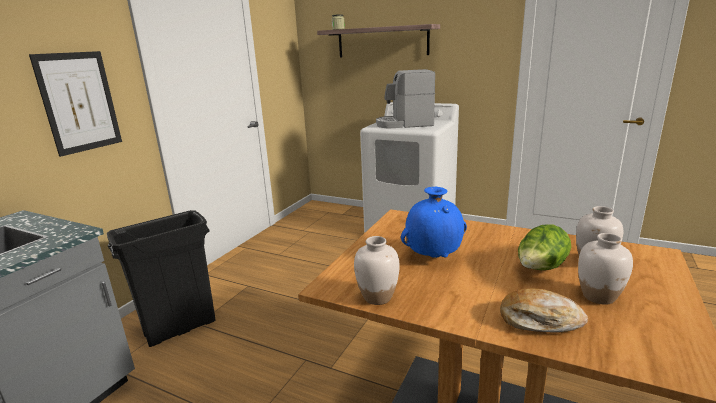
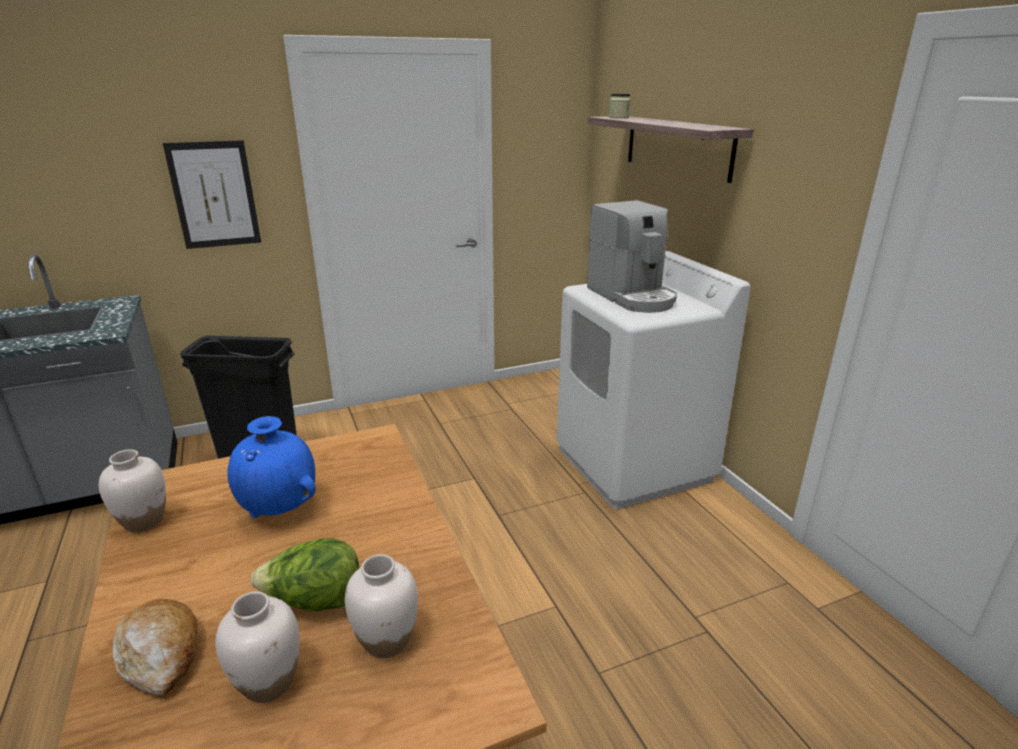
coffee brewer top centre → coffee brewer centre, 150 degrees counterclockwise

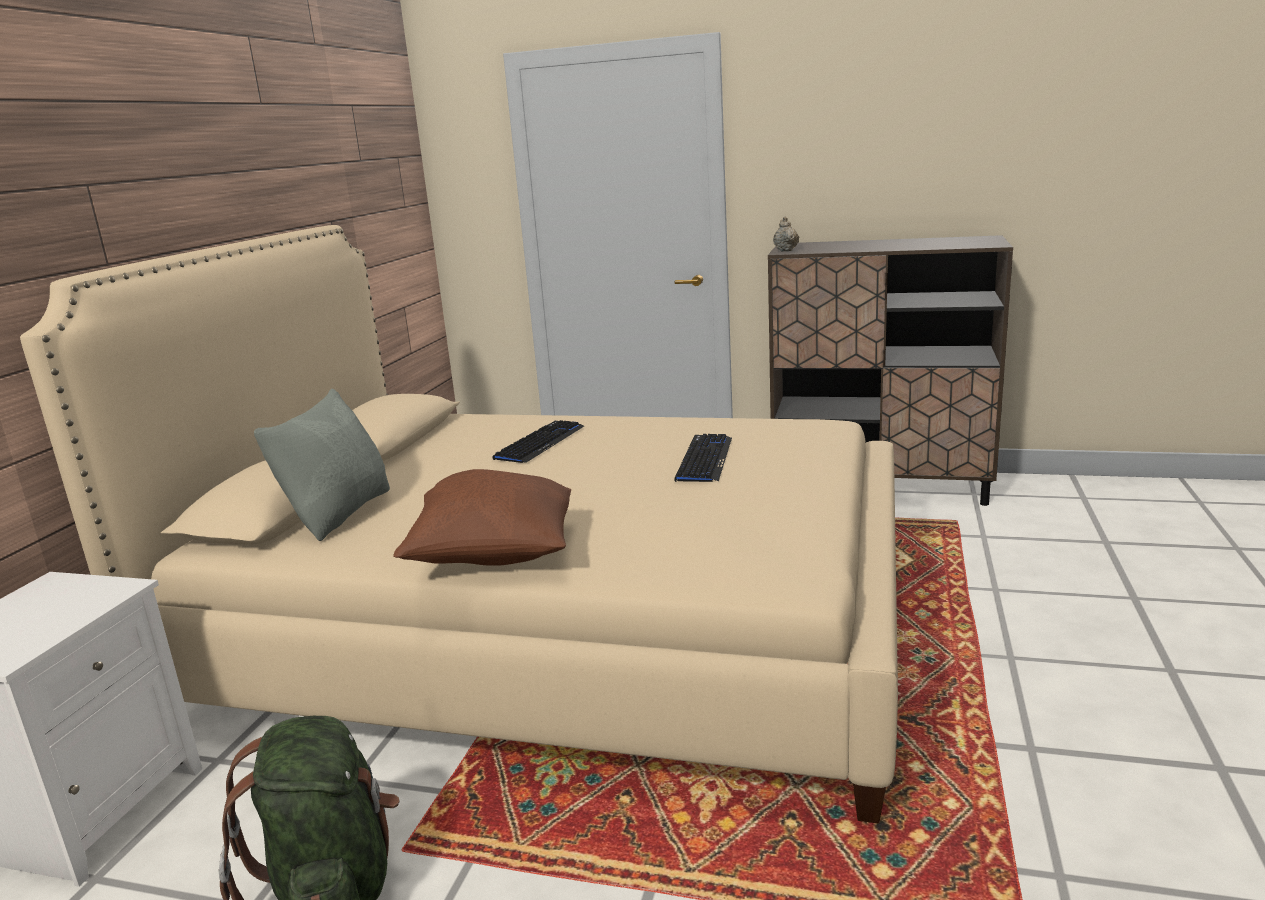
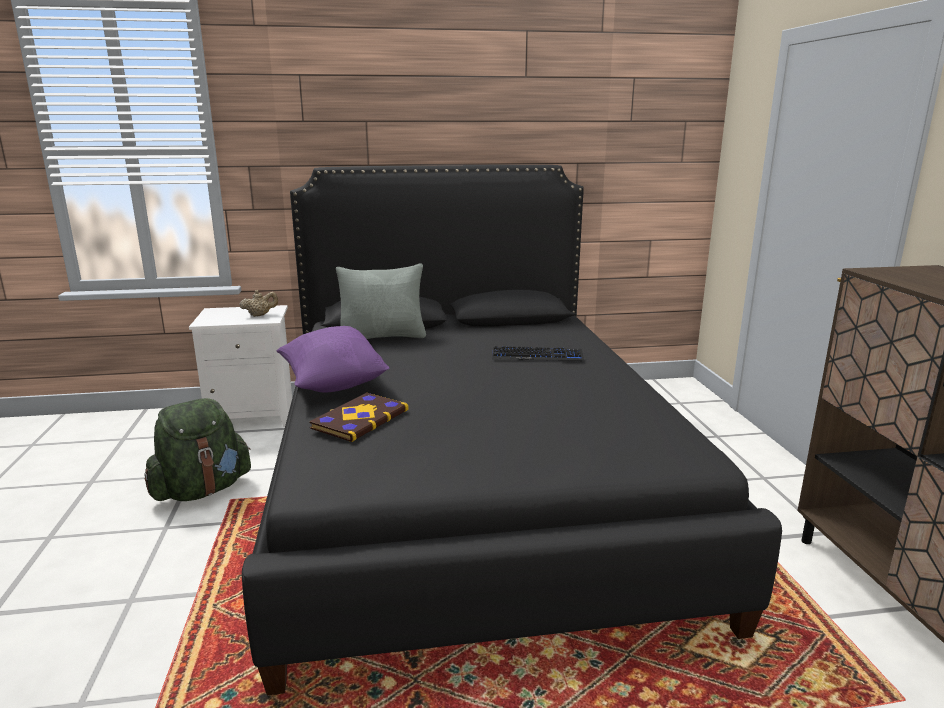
sand-coloured sleeping bed centre → black sleeping bed centre
brown pillow centre → purplish pillow centre
keyboard (2nd from left) centre → -
sand-coloured pot for tea top centre → sand-coloured pot for tea middle left, moved
- → volume centre

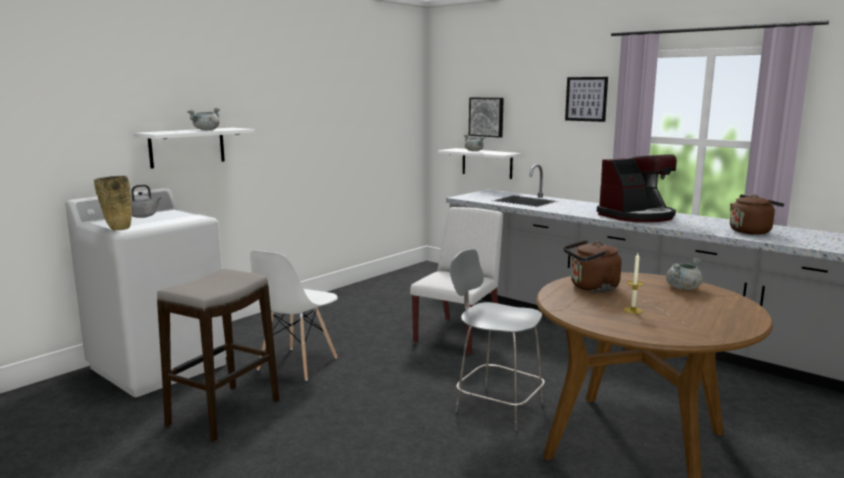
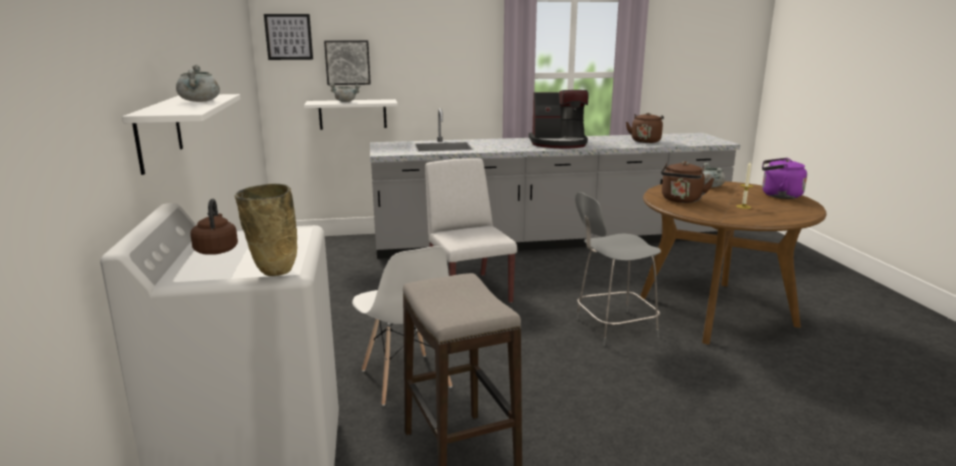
gray tea kettle middle left → brown tea kettle (1st from left) middle left
wall art (2nd from left in the first image) top right → wall art (1st from left) top left, moved
coffee brewer middle right → coffee brewer top centre, 75 degrees clockwise
- → purplish tea kettle middle right

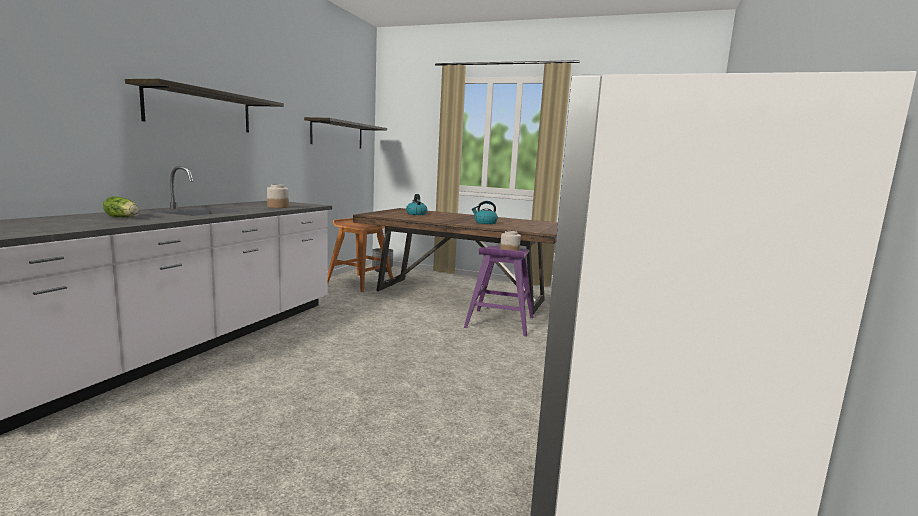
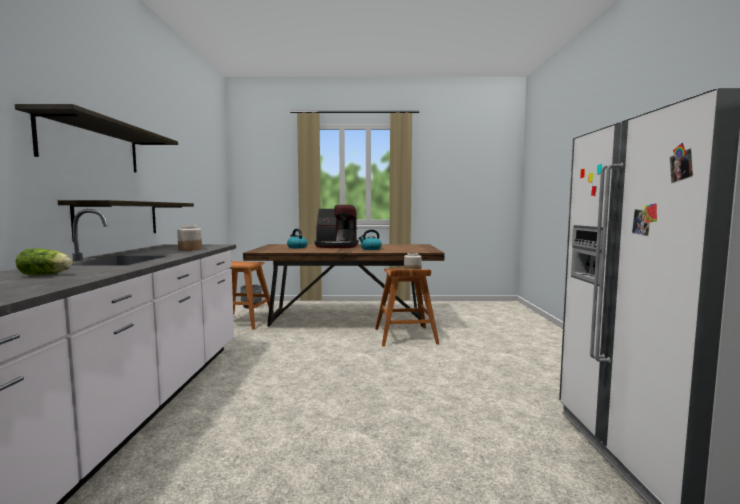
wall shelf (2nd from left) top centre → wall shelf (2nd from left) middle left, moved
purplish sitting stool centre → brown sitting stool (2nd from left) centre
- → coffee brewer centre

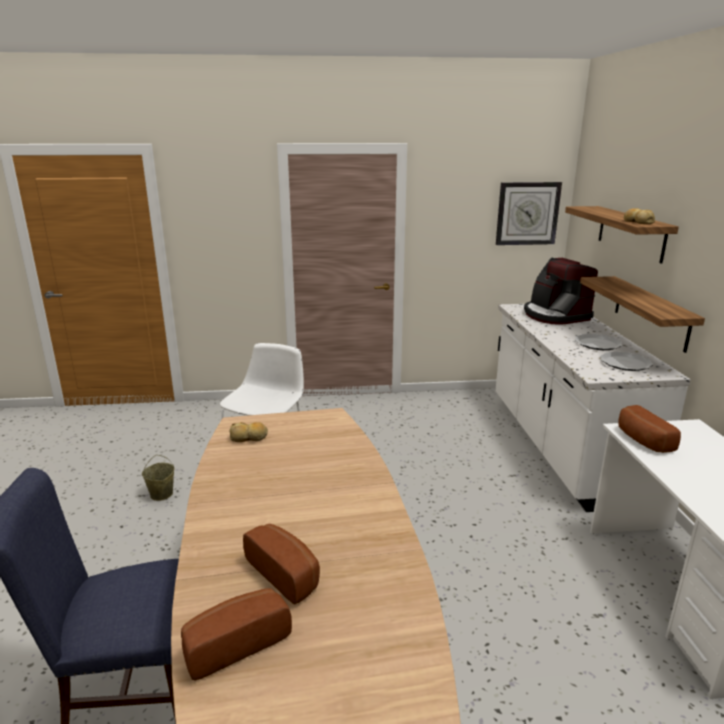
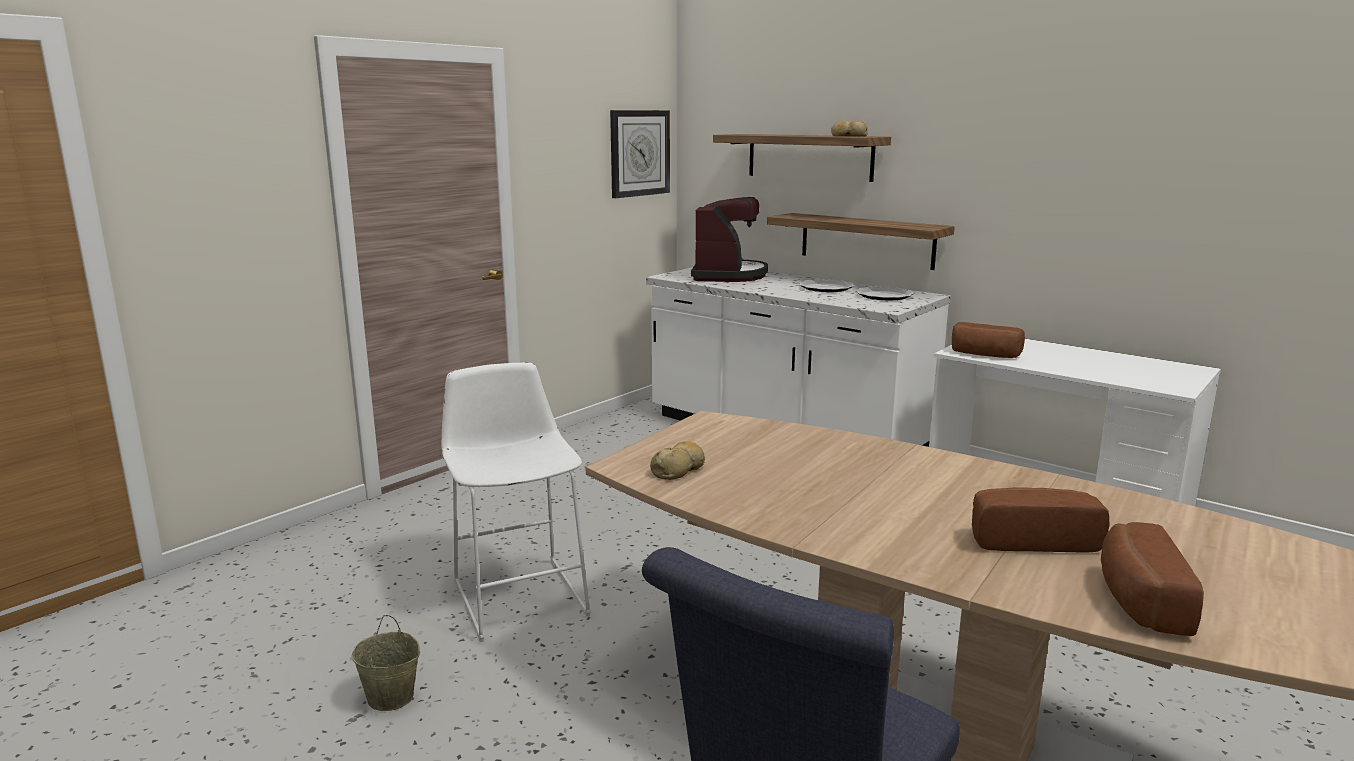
coffee brewer middle right → coffee brewer top centre, 105 degrees counterclockwise

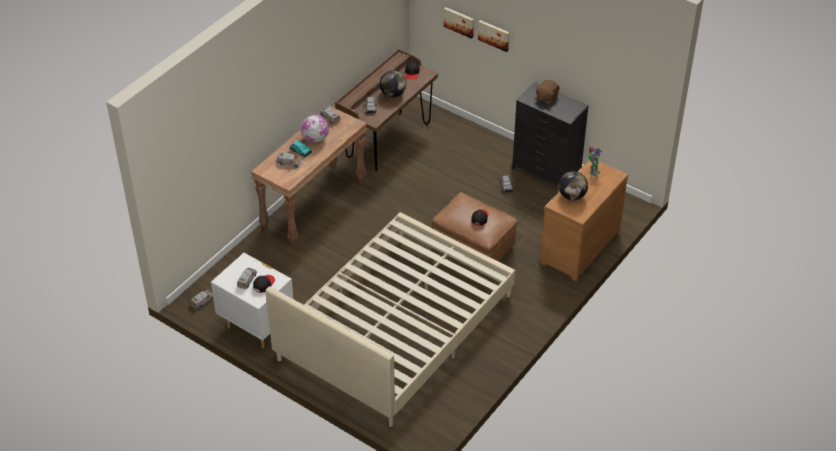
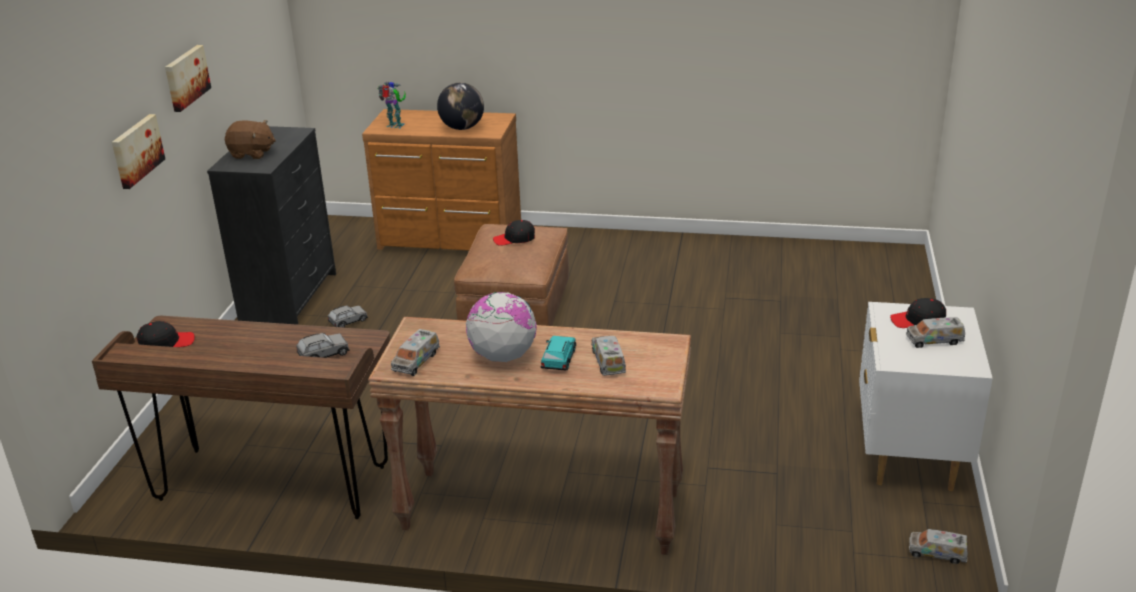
sand-coloured sleeping bed bottom centre → -
globe (2nd from left) top centre → -
wall art (1st from left in the first image) top centre → wall art (2nd from left) top left, moved

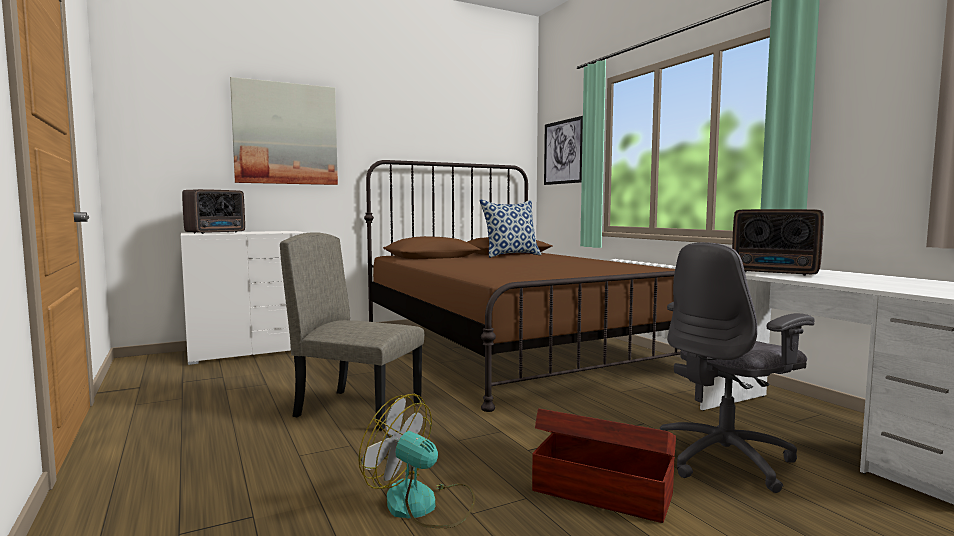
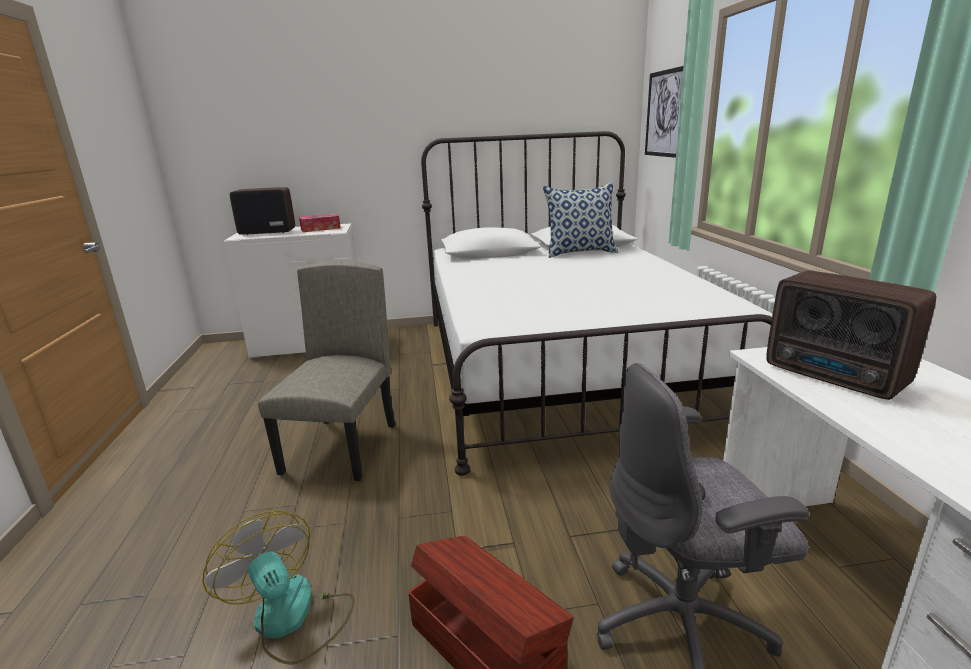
radio (1st from left) middle left → radio (1st from left) top left, 150 degrees counterclockwise
wall art (1st from left) top left → -
sand-coloured upright chair centre, 60 degrees clockwise
brown sleeping bed centre → white-coloured sleeping bed centre
- → box of tissues middle left

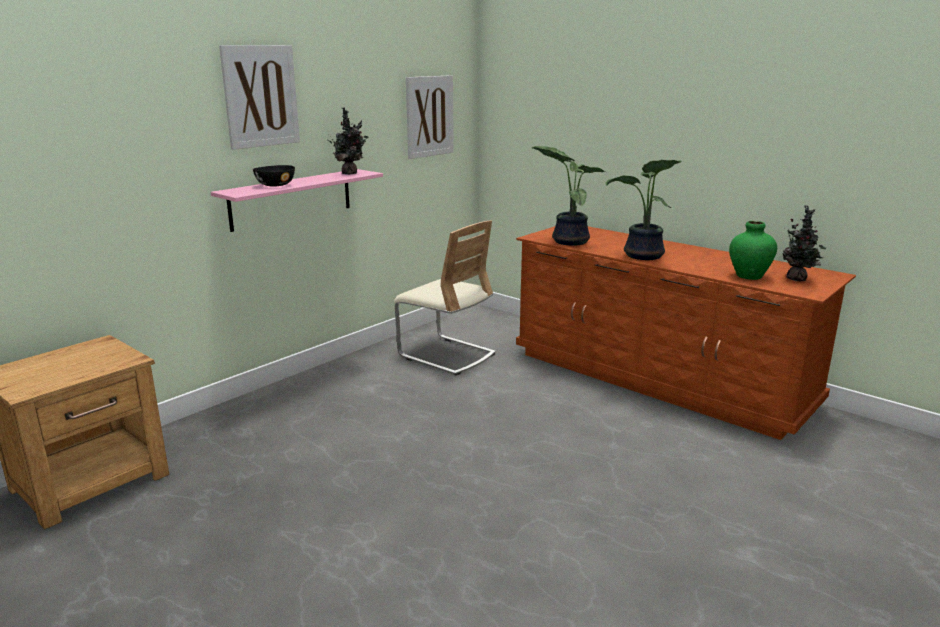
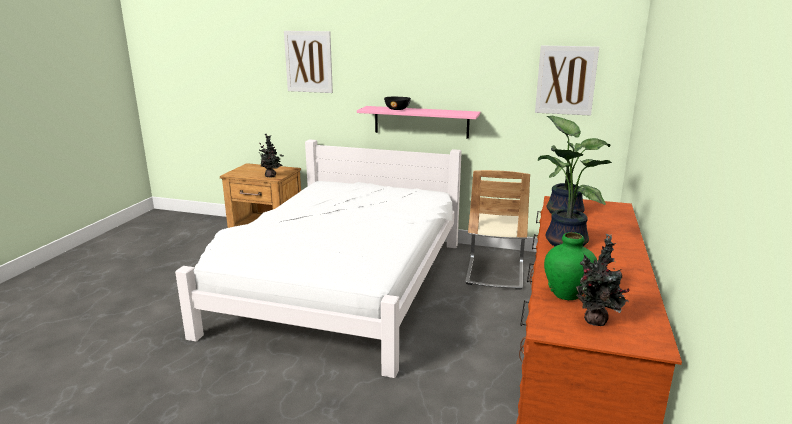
wall art (1st from left) top left → wall art (1st from left) top centre, moved
potted plant (1st from left) top centre → potted plant (1st from left) centre, moved
- → white-coloured sleeping bed centre

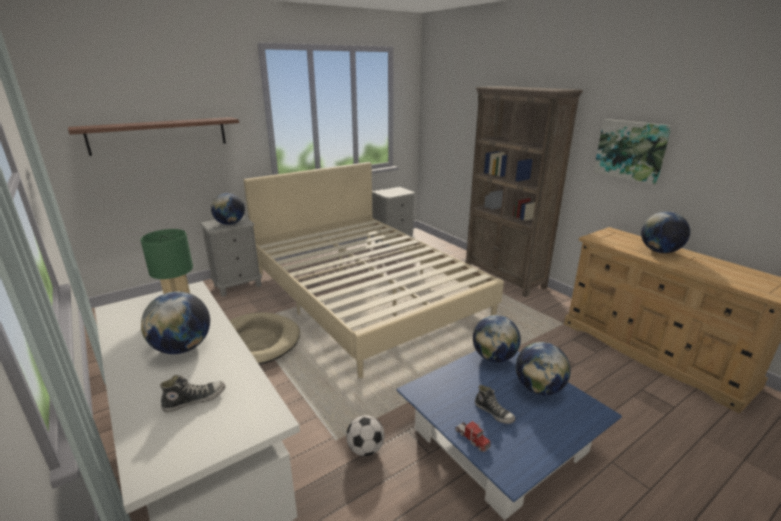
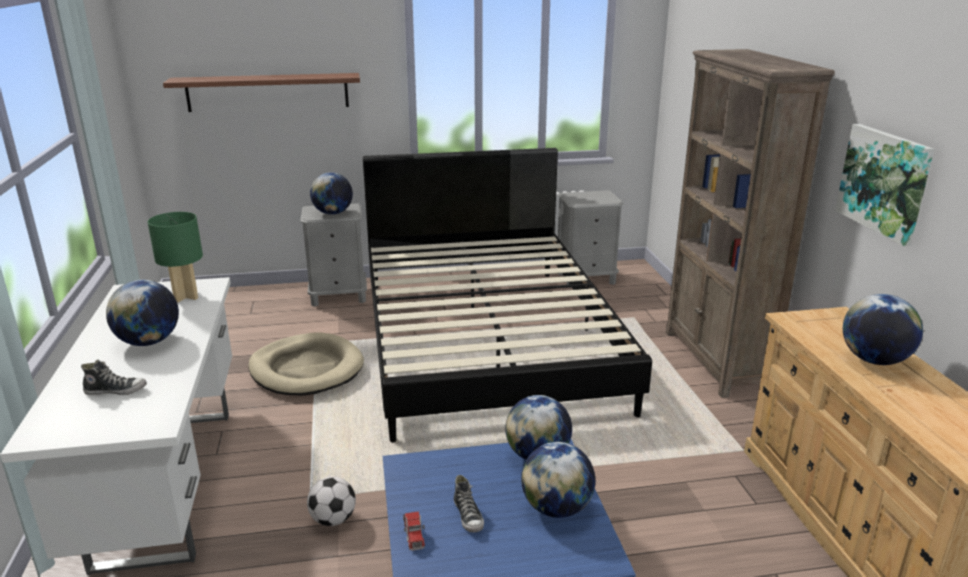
sand-coloured sleeping bed centre → black sleeping bed centre

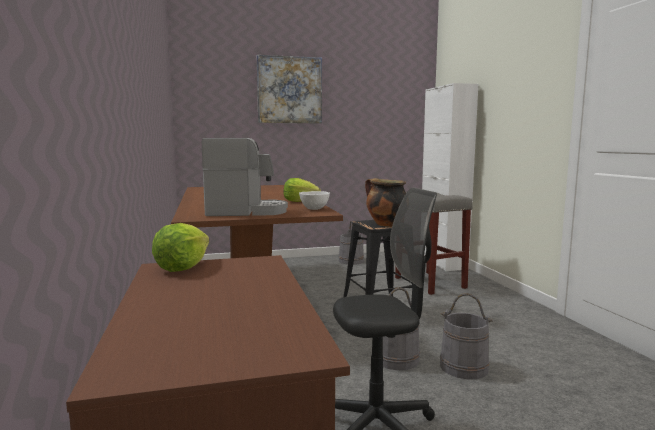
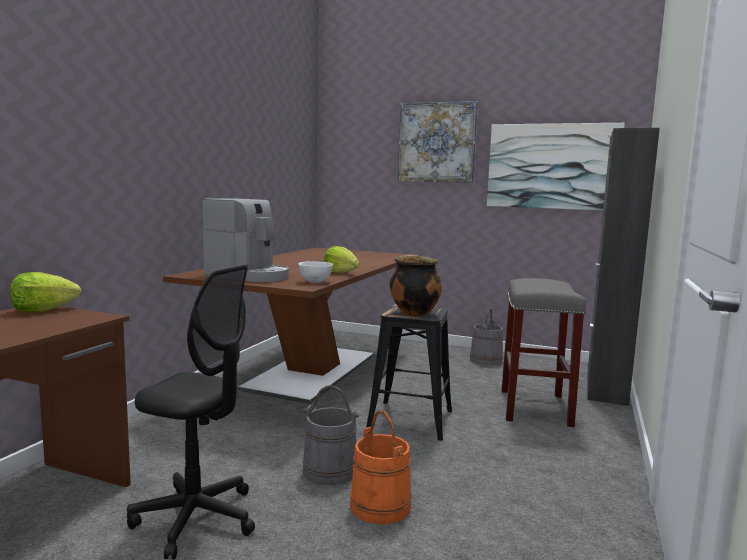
white-coloured storage cabinet middle right → black storage cabinet middle right
gray bucket (3rd from left) bottom right → orange-coloured bucket bottom centre
- → wall art (2nd from left) top right

